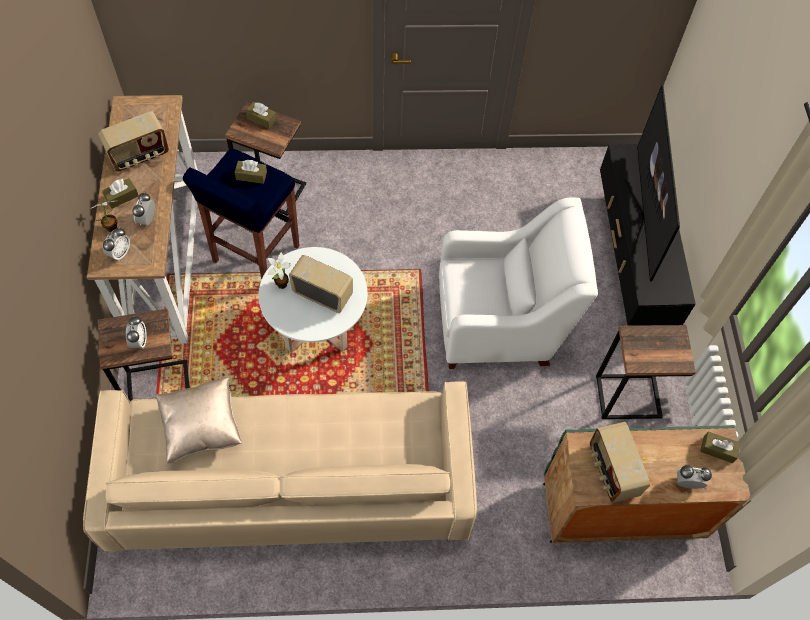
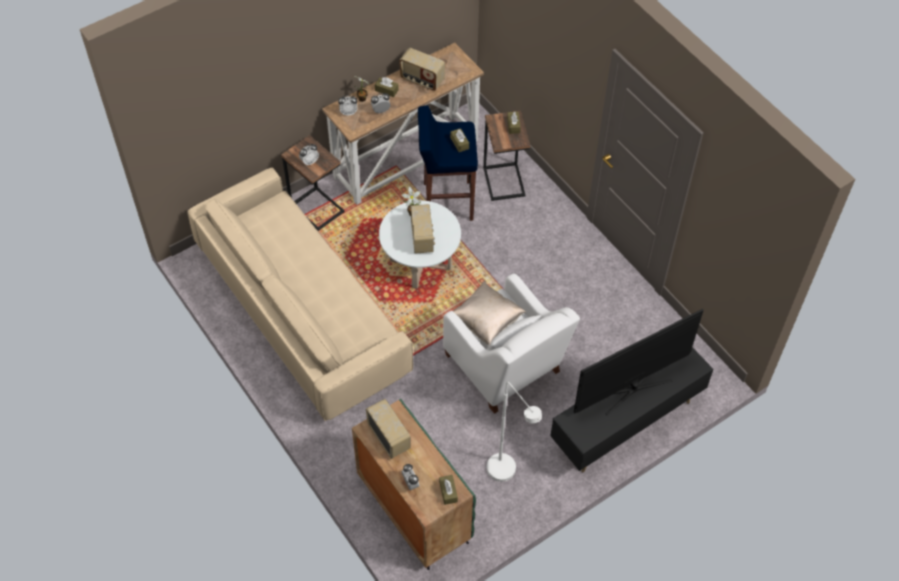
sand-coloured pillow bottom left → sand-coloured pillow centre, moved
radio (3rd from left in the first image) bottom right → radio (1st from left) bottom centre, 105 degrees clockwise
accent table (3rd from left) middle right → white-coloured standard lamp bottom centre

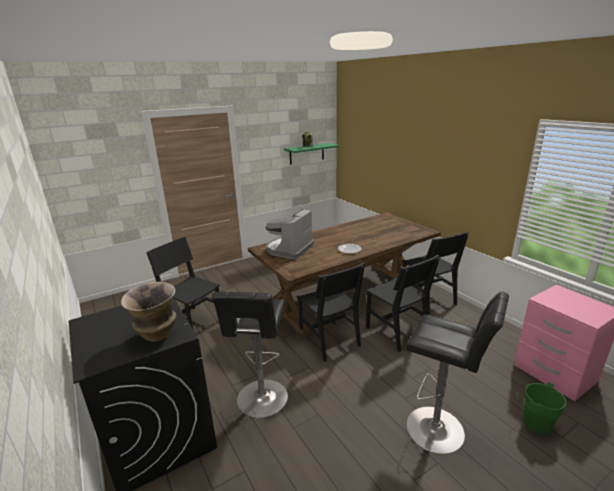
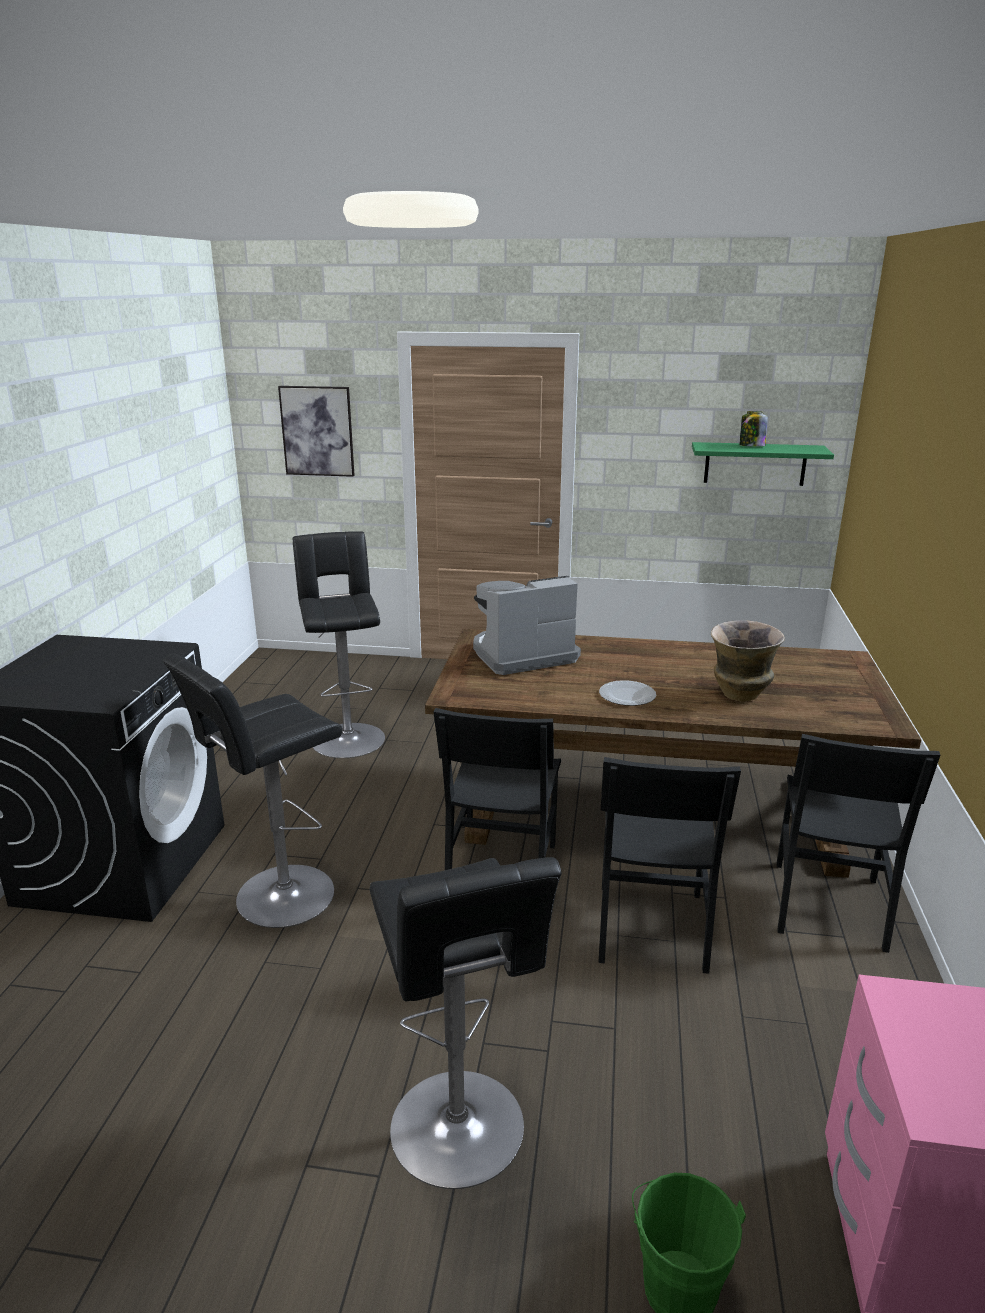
decorative vase middle left → decorative vase middle right, moved
black upright chair (1st from left) middle left → black sitting stool (2nd from left) centre
- → wall art top left

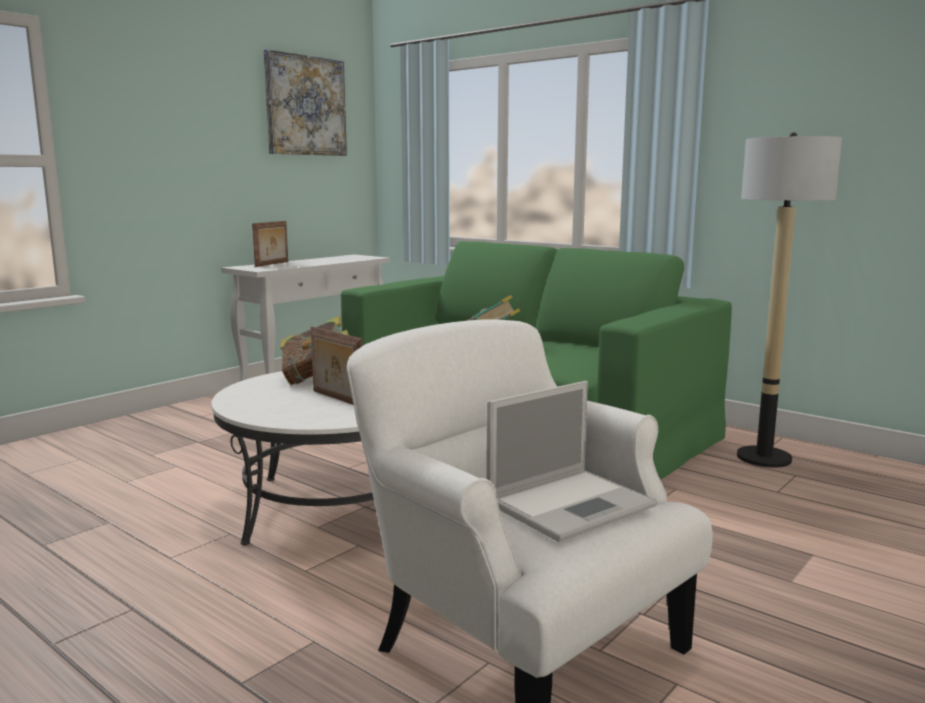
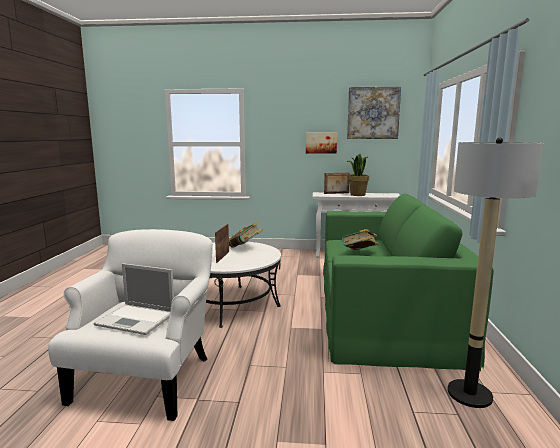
- → wall art (1st from left) top centre
- → potted plant centre

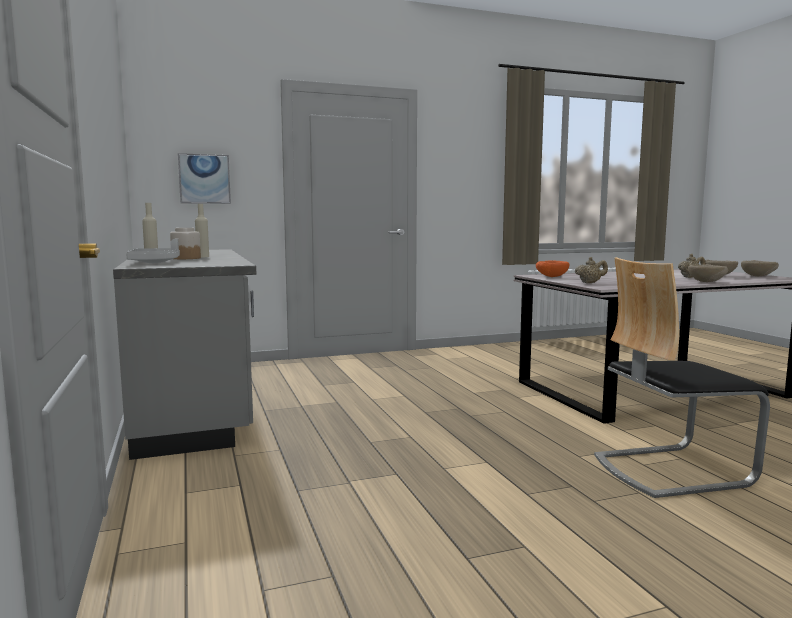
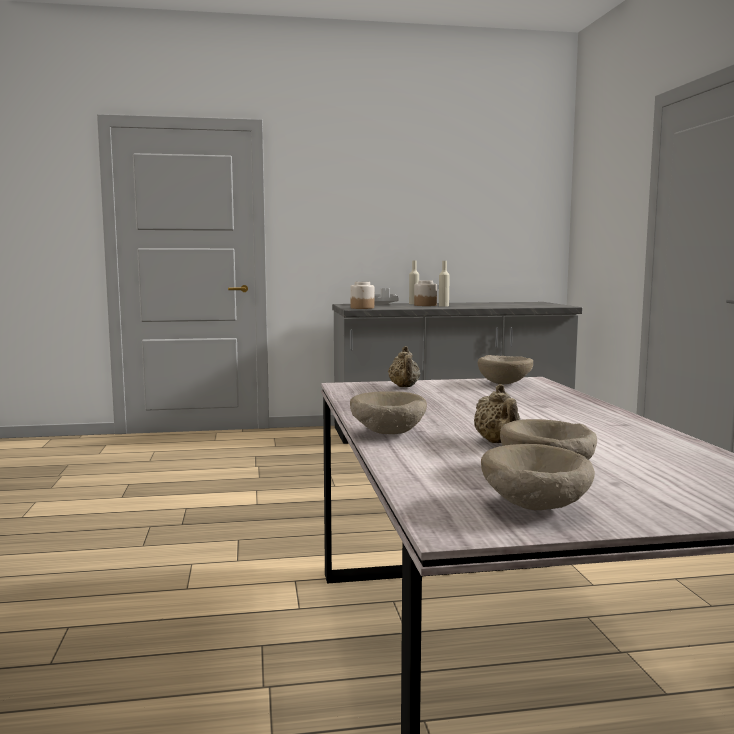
wall art top left → -
orange-coloured deep dish middle right → sand-coloured deep dish (2nd from left) middle right
upright chair middle right → -
- → preserve jar (1st from left) centre

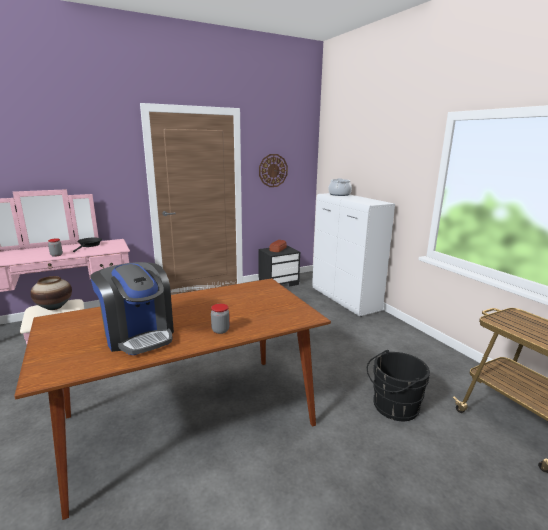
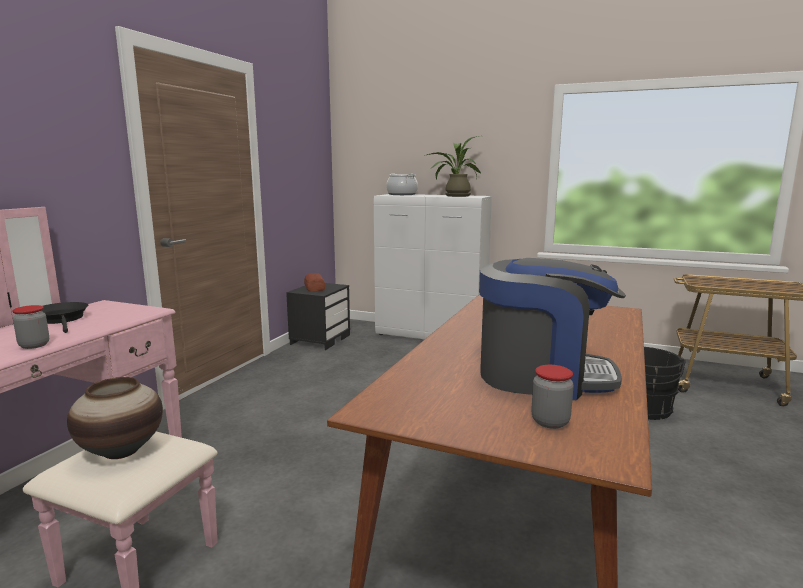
preserve jar (2nd from left) centre → preserve jar (2nd from left) bottom right, moved
hanging clock top centre → -
- → potted plant top centre

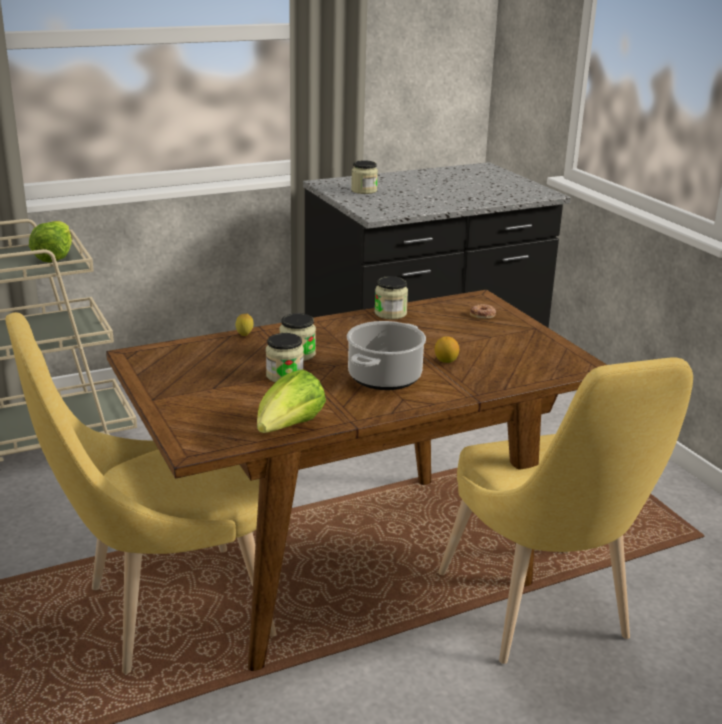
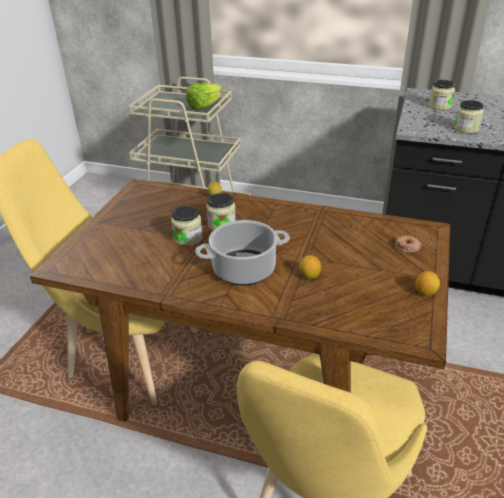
lettuce head (2nd from left) centre → -
preserve jar (4th from left) centre → preserve jar (4th from left) top right, moved
- → whole lemon (3rd from left) middle right

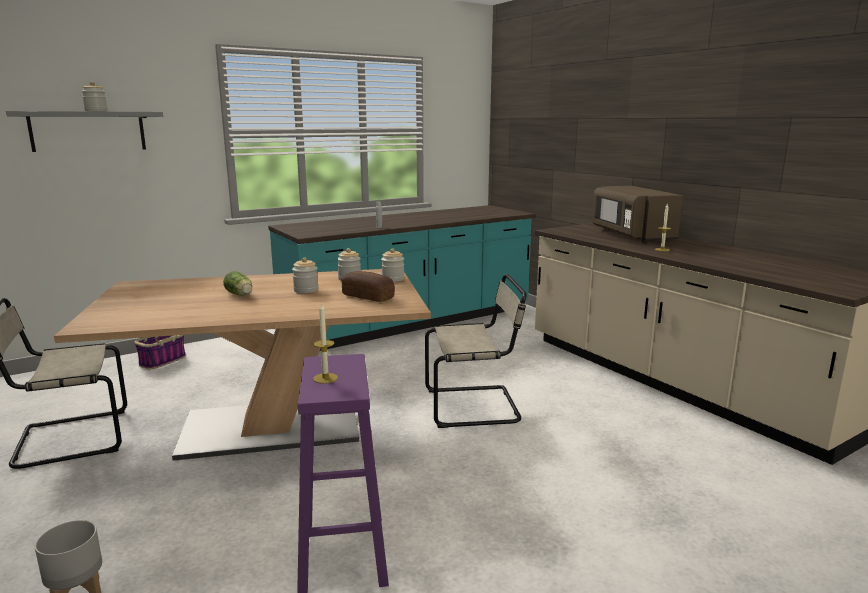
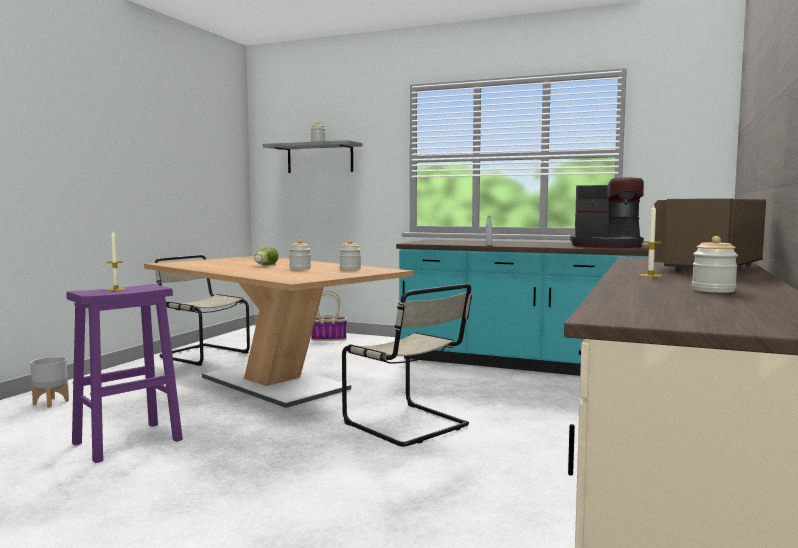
bread centre → -
preserve jar (4th from left) centre → preserve jar (4th from left) middle right, moved
- → coffee brewer middle right

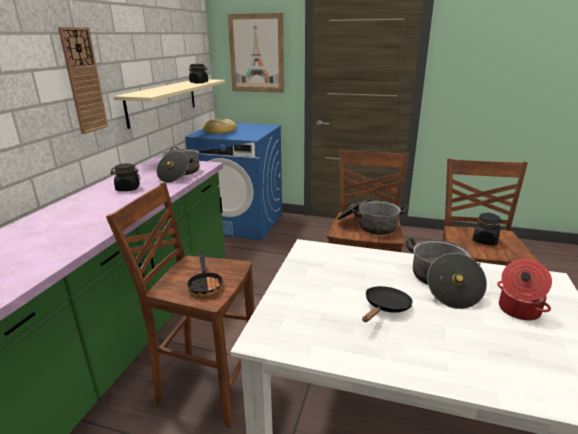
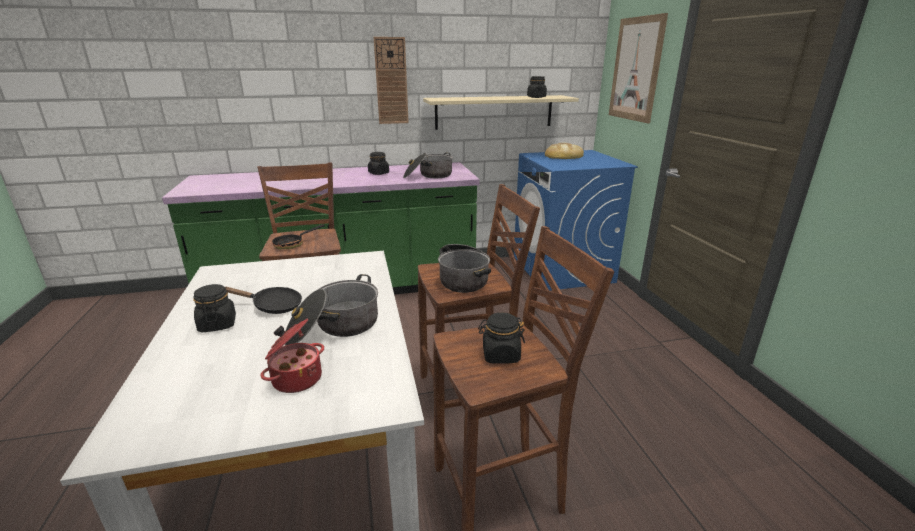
- → black preserve jar (1st from left) middle left

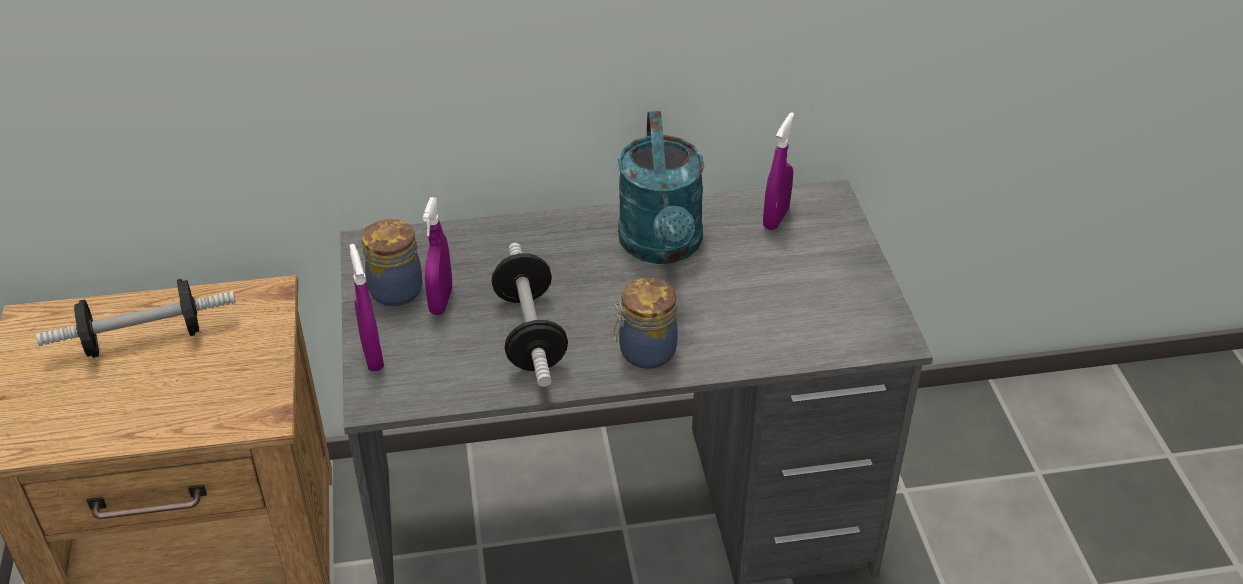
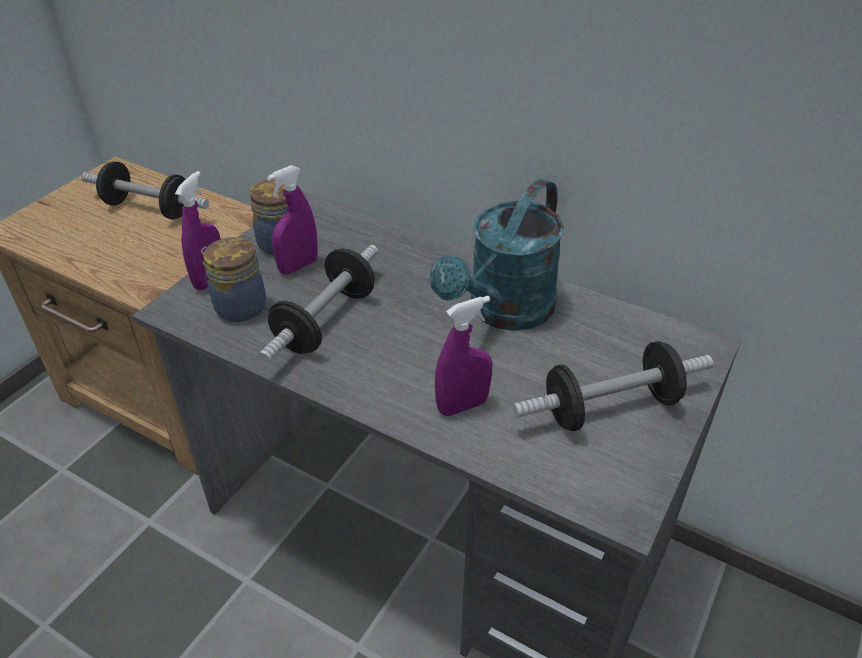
preserve jar (2nd from left in the first image) centre → preserve jar (1st from left) middle left, moved
purplish spray bottle (3rd from left) top centre → purplish spray bottle (3rd from left) centre, moved
- → dumbbell (3rd from left) middle right

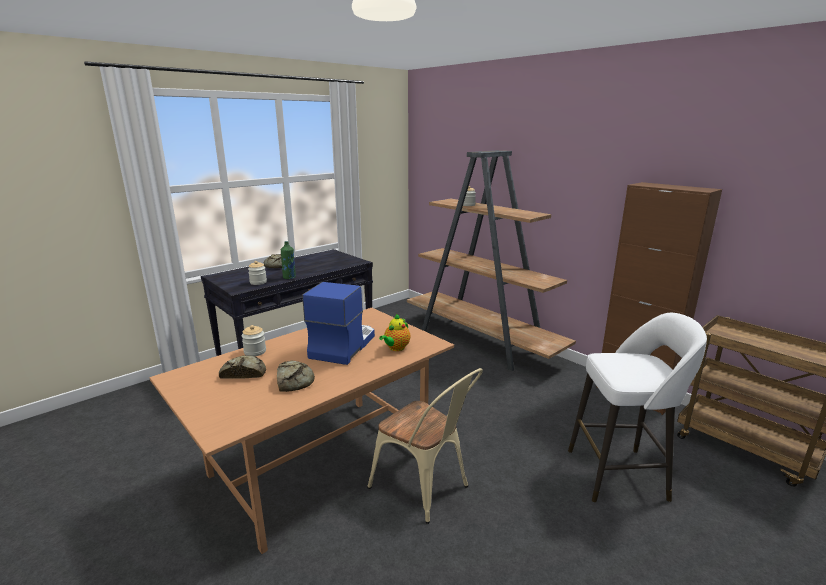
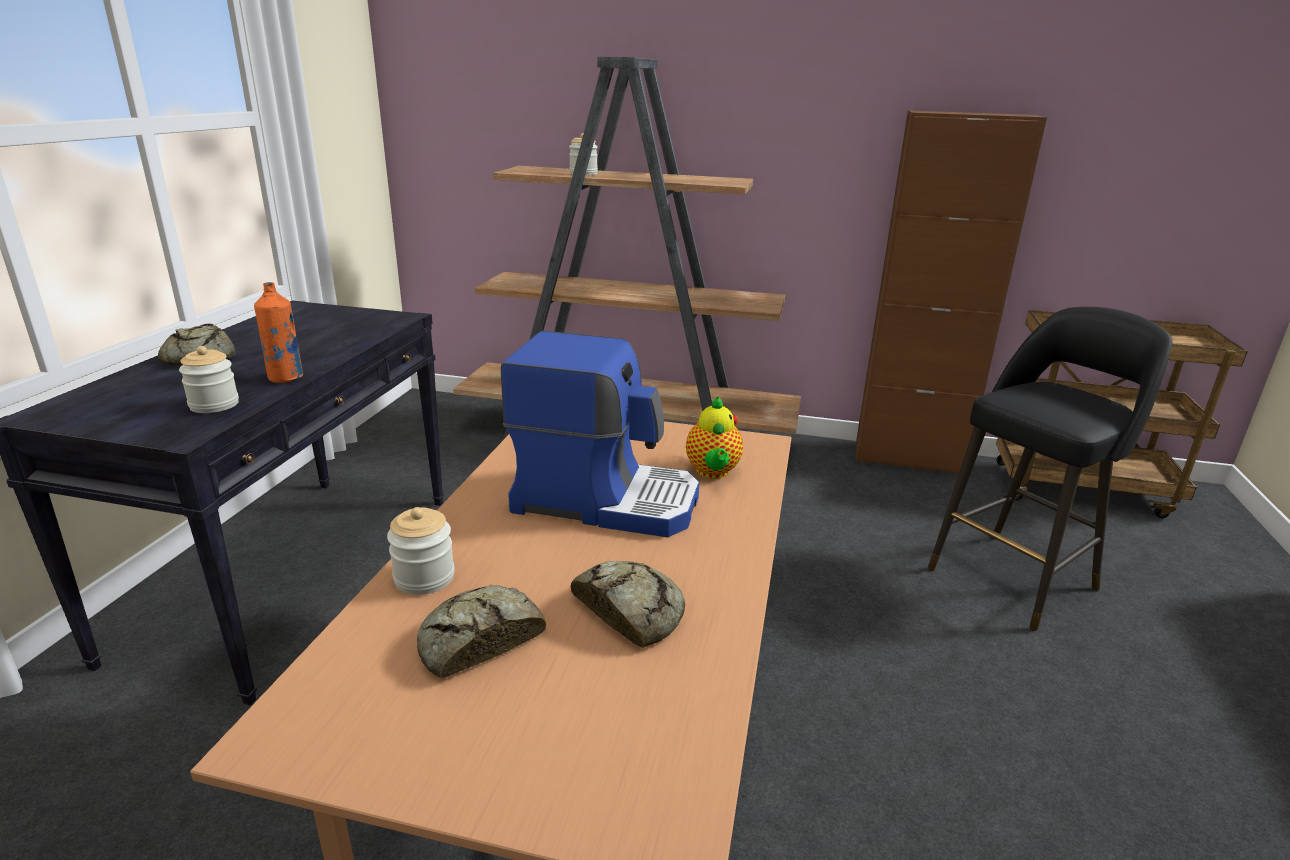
greenish beverage bottle centre → orange-coloured beverage bottle middle left
coffee brewer centre, 120 degrees clockwise
sand-coloured upright chair bottom centre → -
white-coloured sitting stool bottom right → black sitting stool middle right

